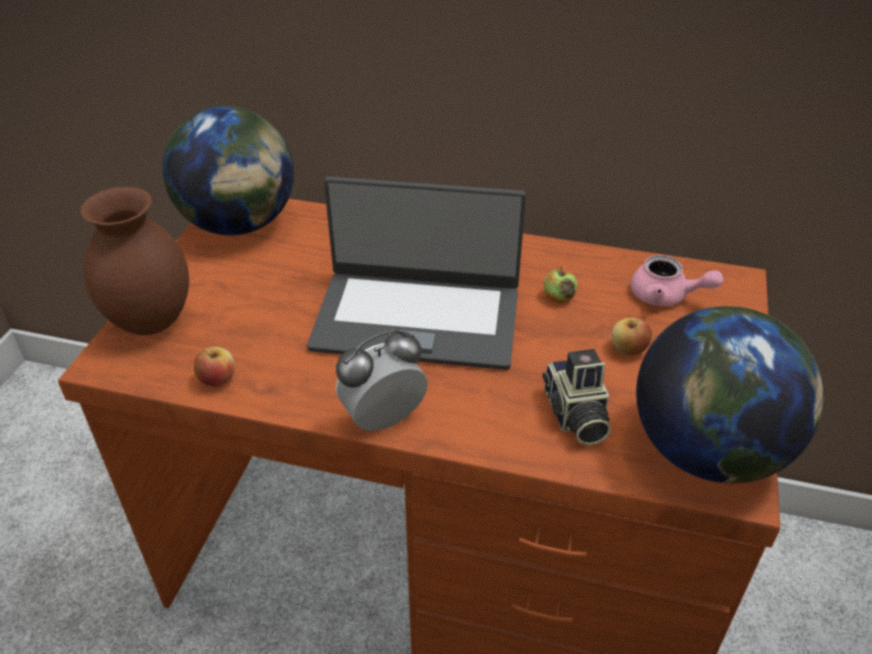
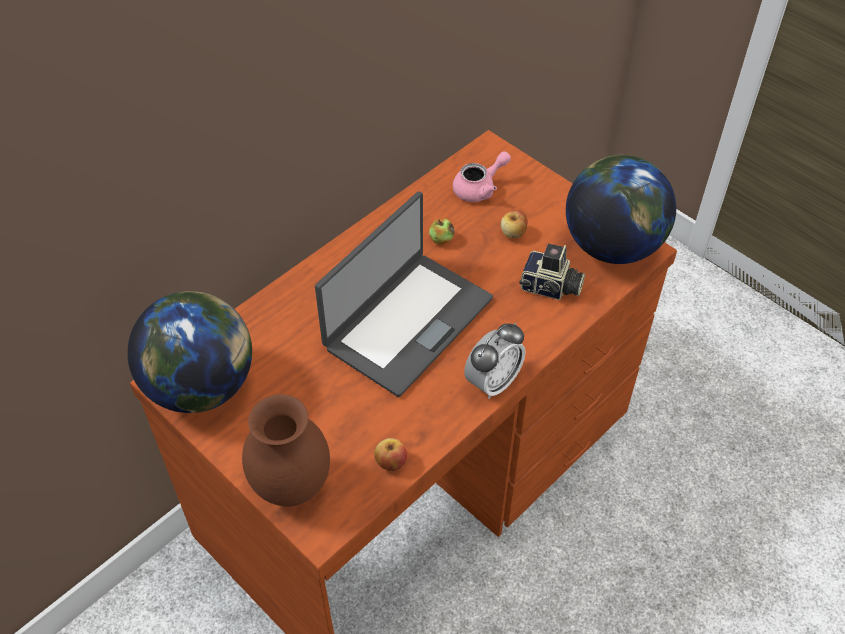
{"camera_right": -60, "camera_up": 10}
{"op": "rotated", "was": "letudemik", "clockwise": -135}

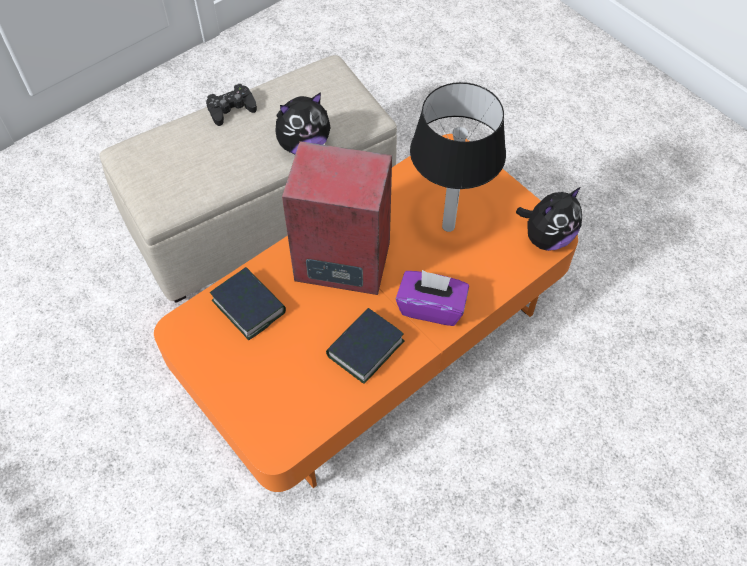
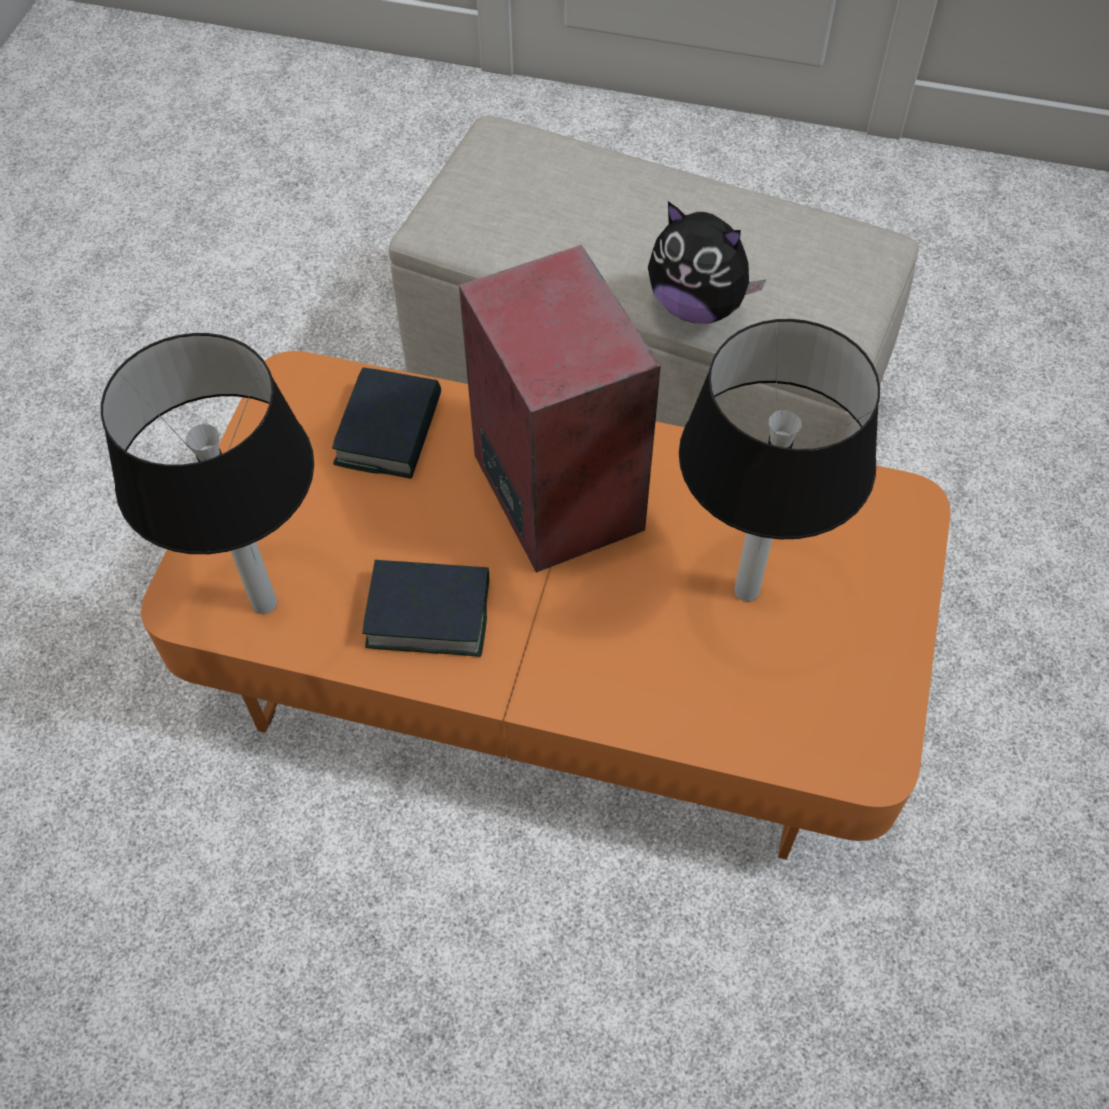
{"camera_right": 55, "camera_up": 0}
{"op": "gone", "was": "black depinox"}
{"op": "gone", "was": "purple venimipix"}
{"op": "gone", "was": "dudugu (no. 2 from left)"}
{"op": "new", "now": "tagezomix (no. 1 from left)"}

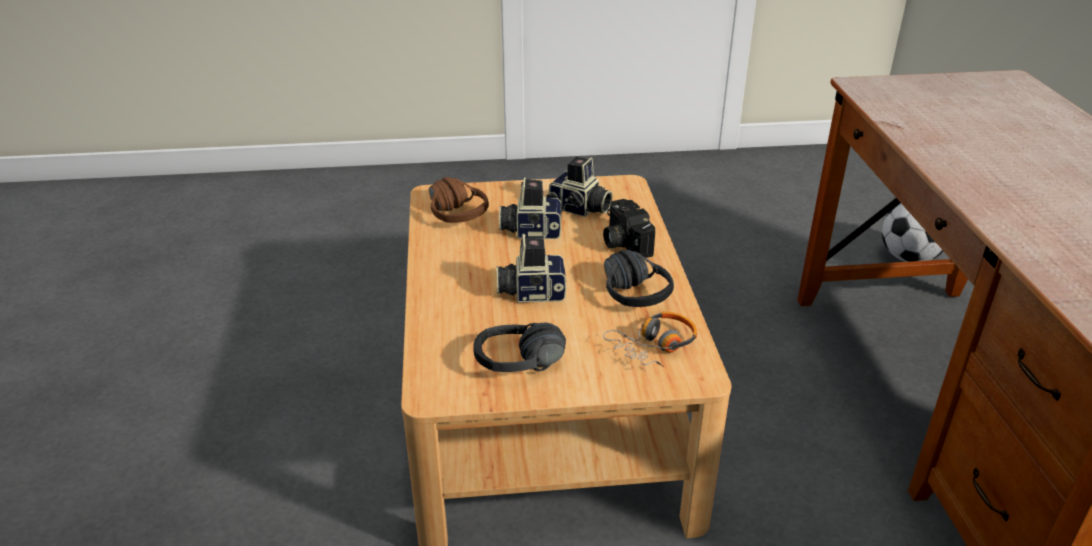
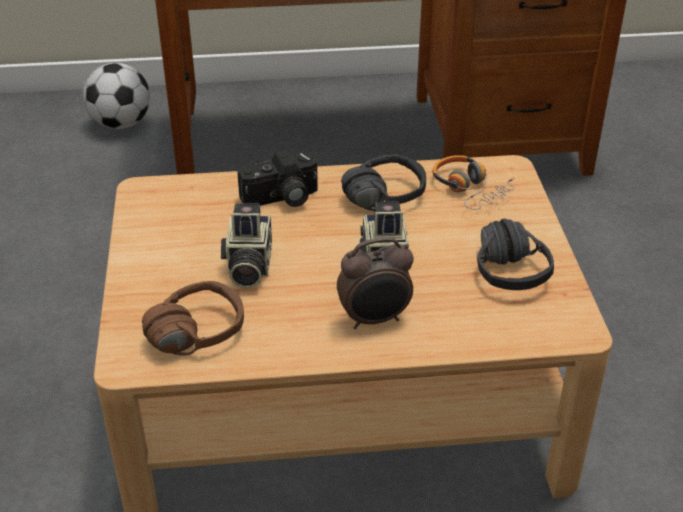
{"camera_right": -90, "camera_up": 5}
{"op": "gone", "was": "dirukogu (no. 3 from left)"}
{"op": "new", "now": "letudemik"}

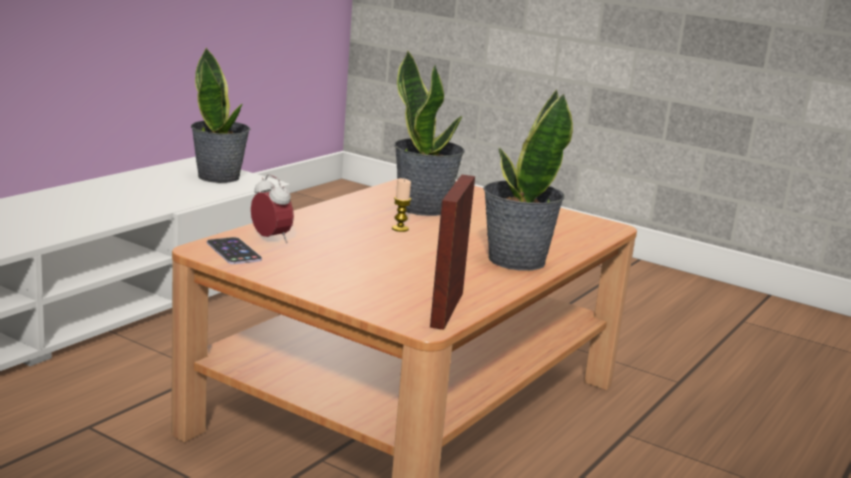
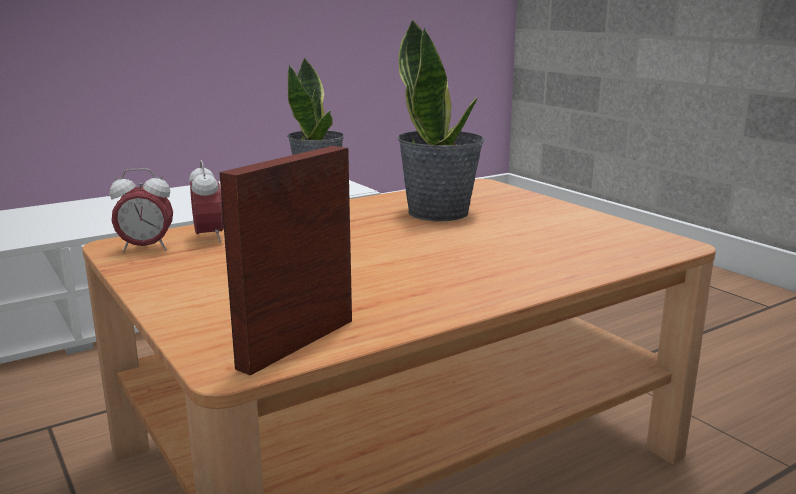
{"camera_right": 25, "camera_up": 0}
{"op": "swapped", "was": "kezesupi", "now": "letudemik (no. 1 from left)"}
{"op": "gone", "was": "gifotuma"}
{"op": "gone", "was": "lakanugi (no. 3 from left)"}

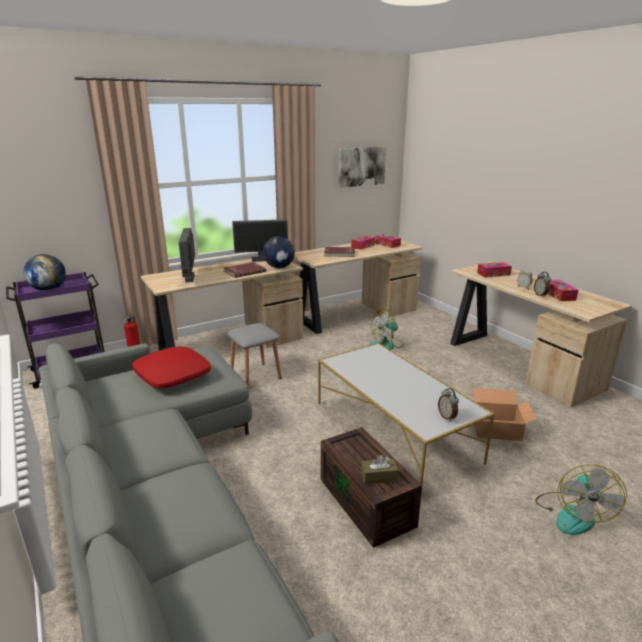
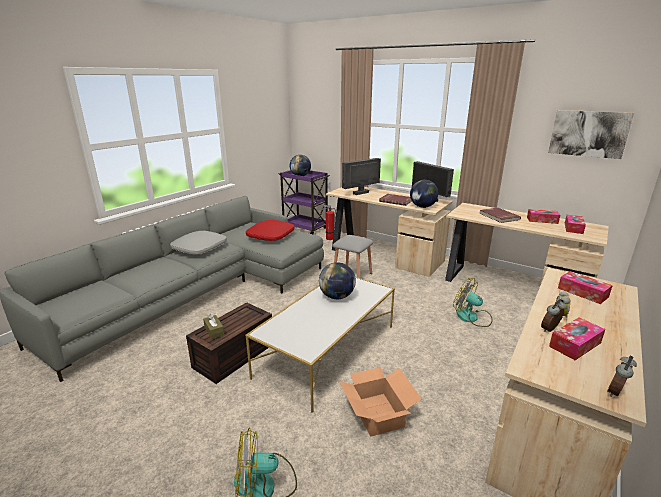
{"camera_right": 65, "camera_up": 0}
{"op": "shifted", "was": "letudemik (no. 1 from left in the first image)", "now": "letudemik (no. 3 from left)"}
{"op": "new", "now": "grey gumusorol"}
{"op": "new", "now": "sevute (no. 2 from left)"}

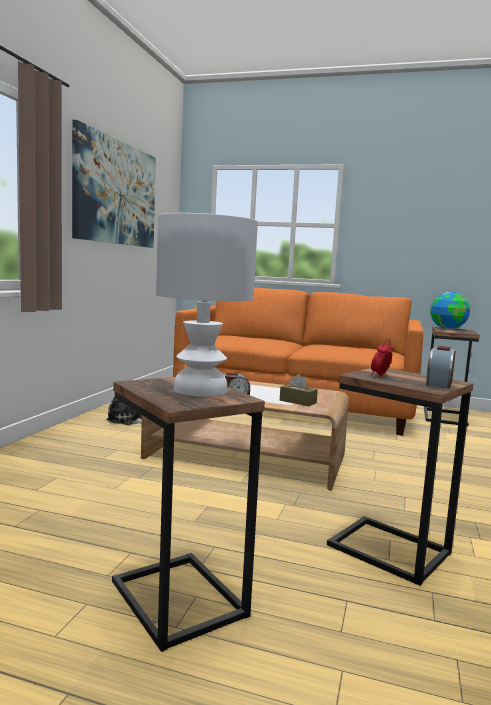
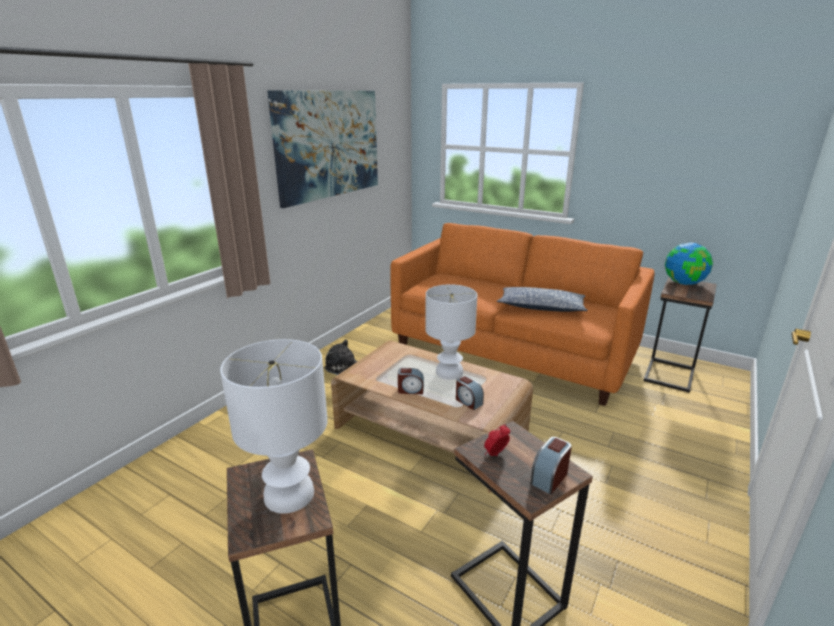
{"camera_right": 15, "camera_up": 15}
{"op": "swapped", "was": "brown venimipix", "now": "letudemik (no. 2 from left)"}
{"op": "new", "now": "white tagezomix (no. 2 from left)"}
{"op": "new", "now": "gumusorol"}

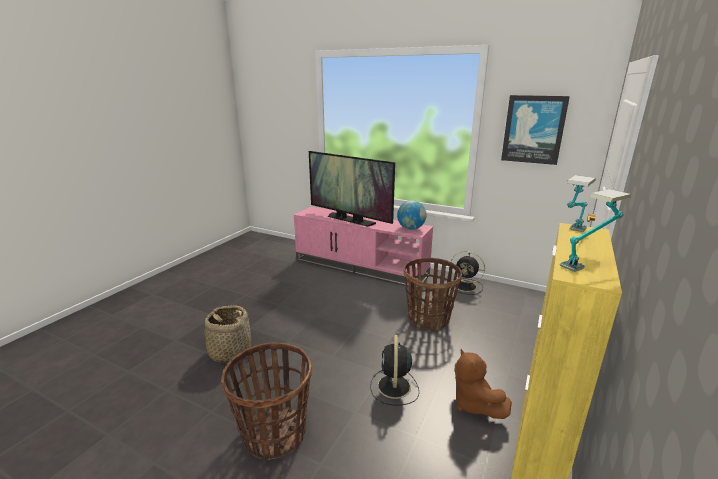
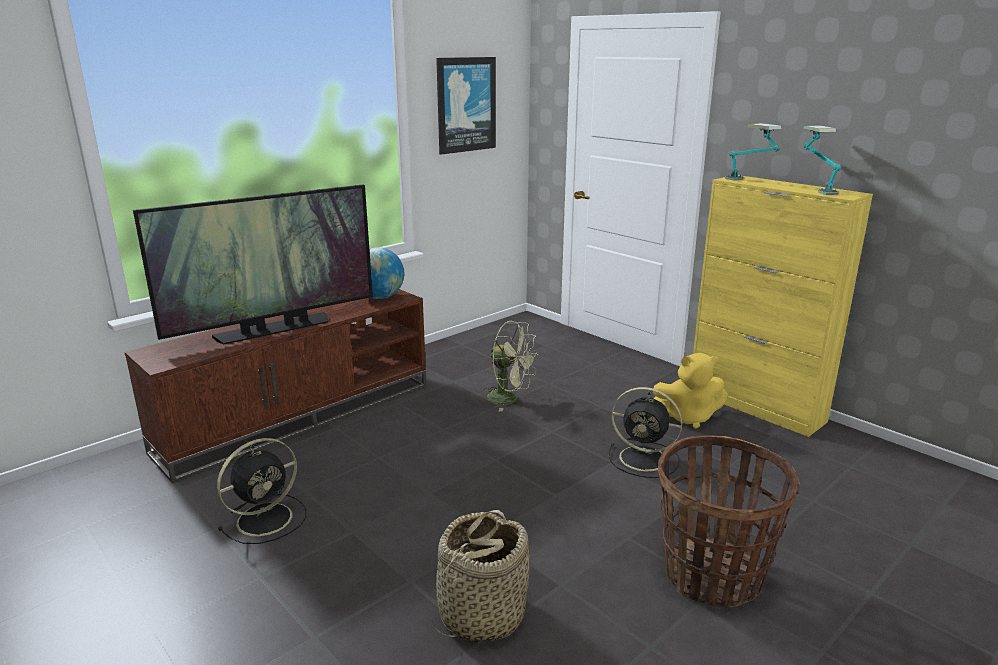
{"camera_right": -70, "camera_up": 0}
{"op": "repainted", "was": "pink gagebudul", "now": "brown gagebudul"}
{"op": "swapped", "was": "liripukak (no. 3 from left)", "now": "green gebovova"}
{"op": "shifted", "was": "black gebovova (no. 2 from left in the first image)", "now": "black gebovova (no. 1 from left)"}
{"op": "repainted", "was": "brown dudugu", "now": "yellow dudugu"}

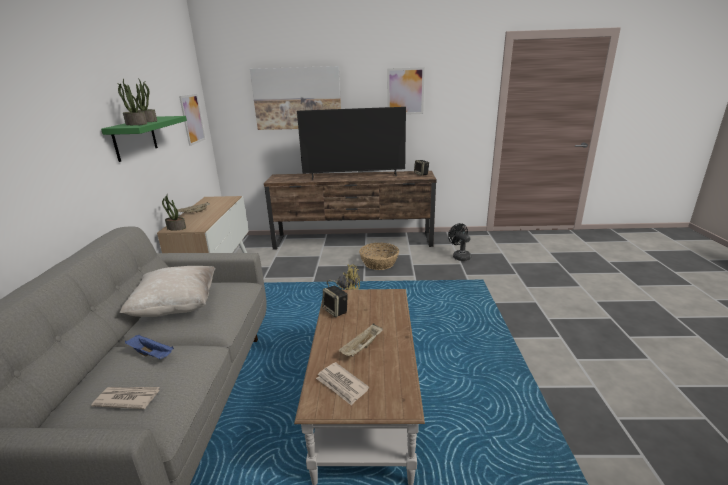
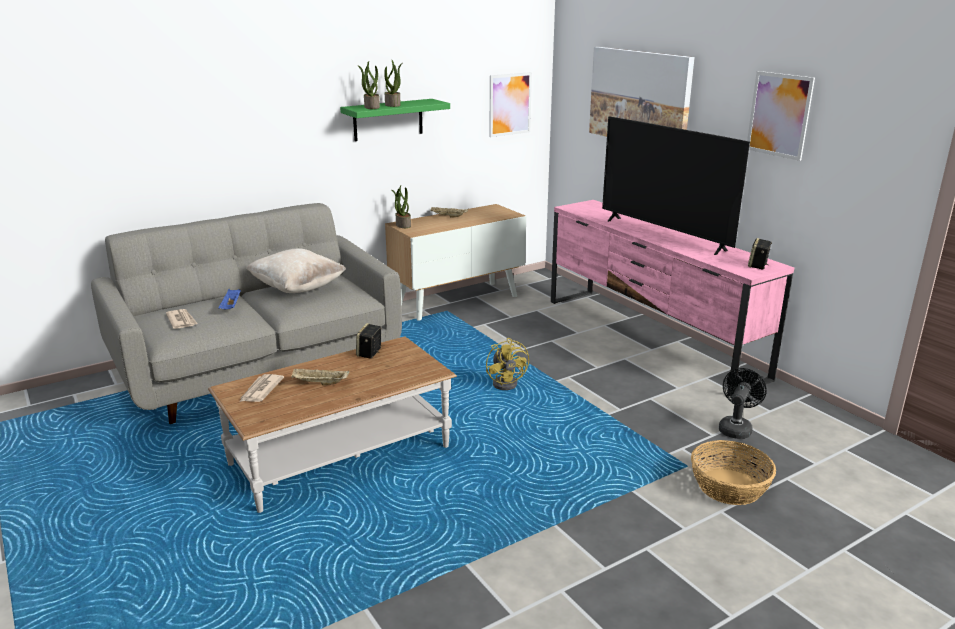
{"camera_right": 55, "camera_up": 0}
{"op": "repainted", "was": "brown gagebudul", "now": "pink gagebudul"}
{"op": "shifted", "was": "liripukak"}

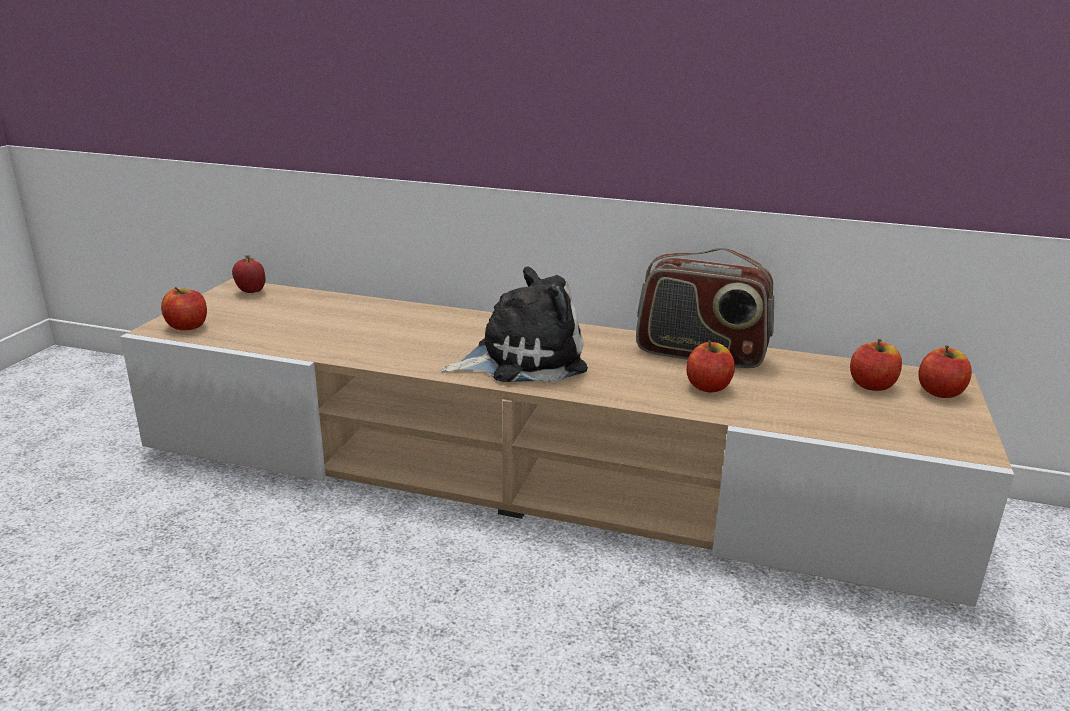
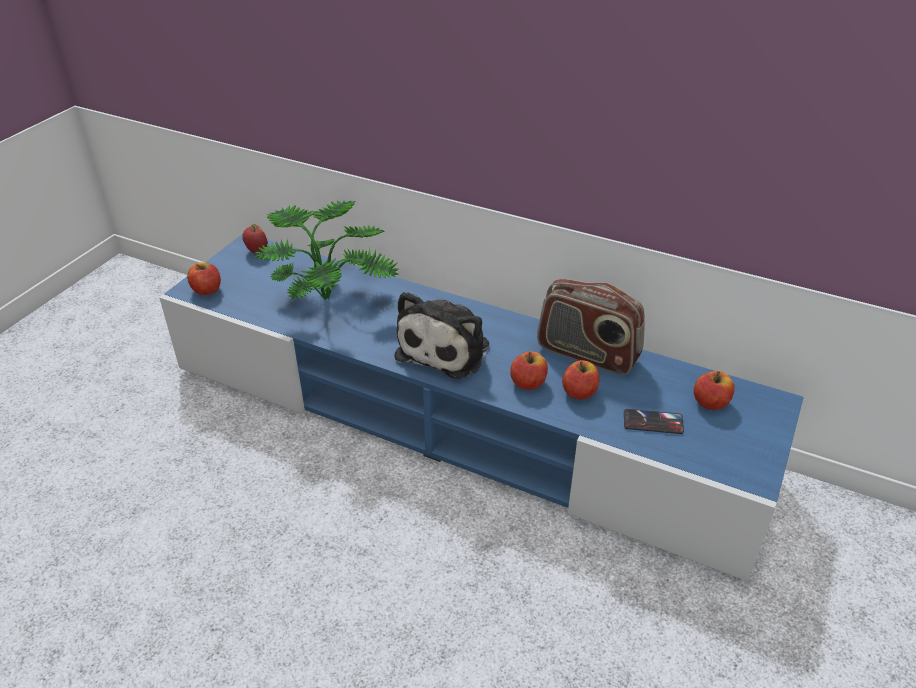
{"camera_right": 10, "camera_up": 15}
{"op": "repainted", "was": "beige gagebudul", "now": "blue gagebudul"}
{"op": "rotated", "was": "dudugu", "clockwise": 120}
{"op": "shifted", "was": "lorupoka (no. 5 from left in the first image)", "now": "lorupoka (no. 3 from left)"}
{"op": "new", "now": "lakanugi"}
{"op": "new", "now": "kezesupi"}

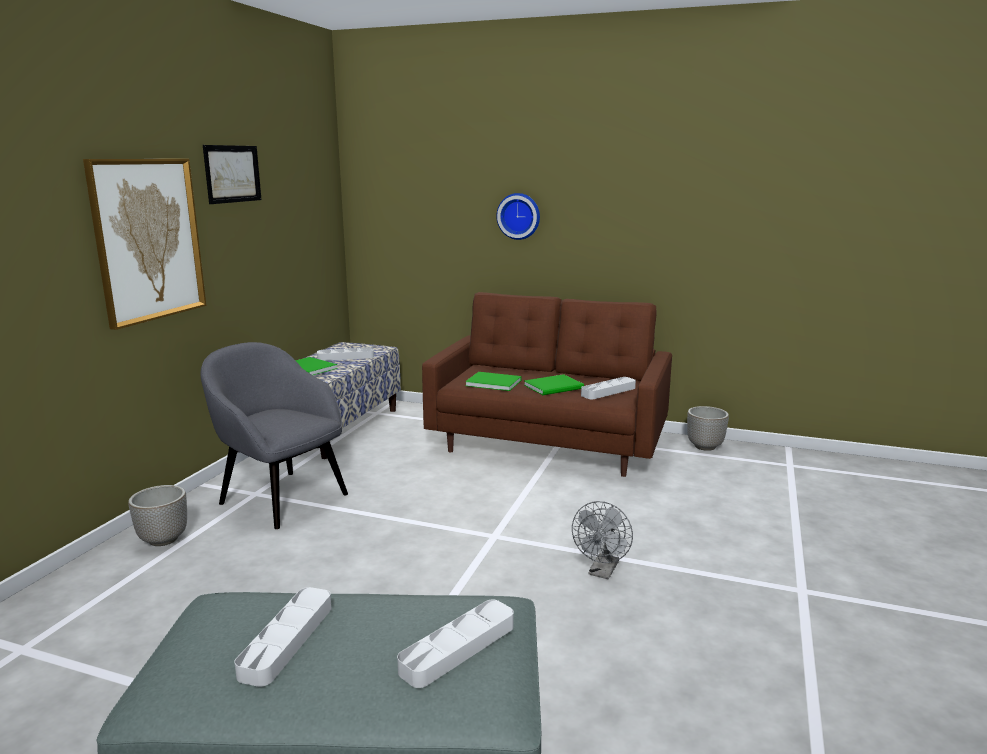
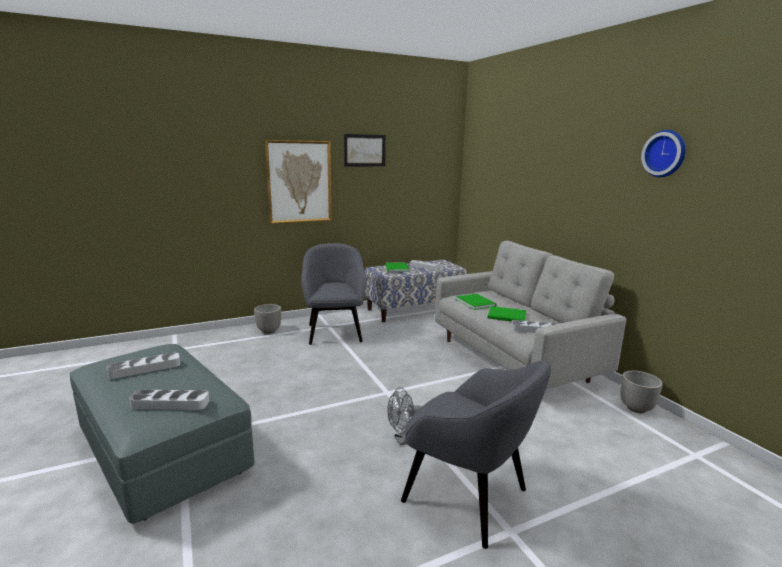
{"camera_right": 45, "camera_up": 0}
{"op": "repainted", "was": "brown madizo", "now": "grey madizo"}
{"op": "shifted", "was": "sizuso"}
{"op": "new", "now": "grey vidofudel (no. 2 from left)"}

